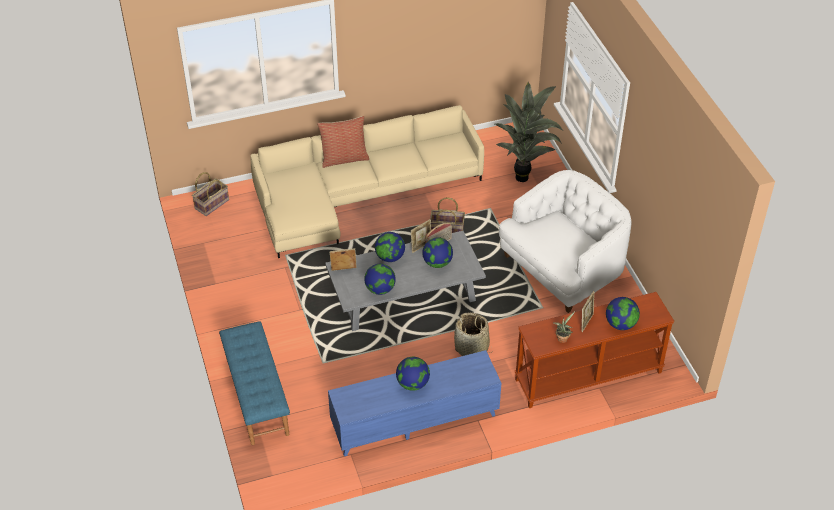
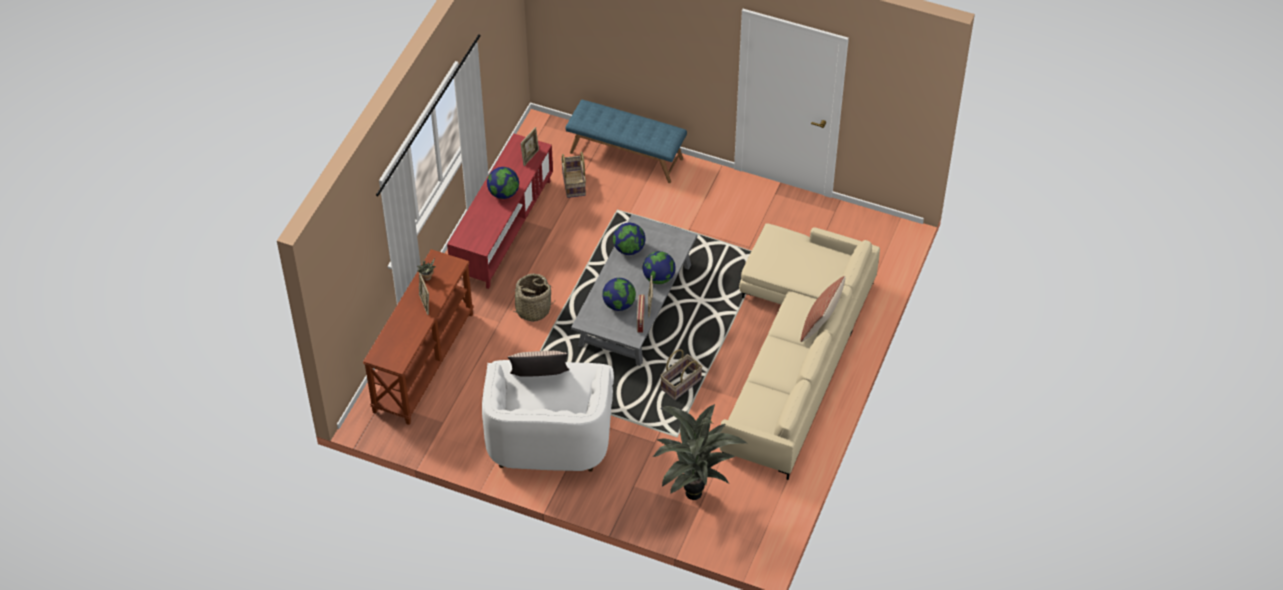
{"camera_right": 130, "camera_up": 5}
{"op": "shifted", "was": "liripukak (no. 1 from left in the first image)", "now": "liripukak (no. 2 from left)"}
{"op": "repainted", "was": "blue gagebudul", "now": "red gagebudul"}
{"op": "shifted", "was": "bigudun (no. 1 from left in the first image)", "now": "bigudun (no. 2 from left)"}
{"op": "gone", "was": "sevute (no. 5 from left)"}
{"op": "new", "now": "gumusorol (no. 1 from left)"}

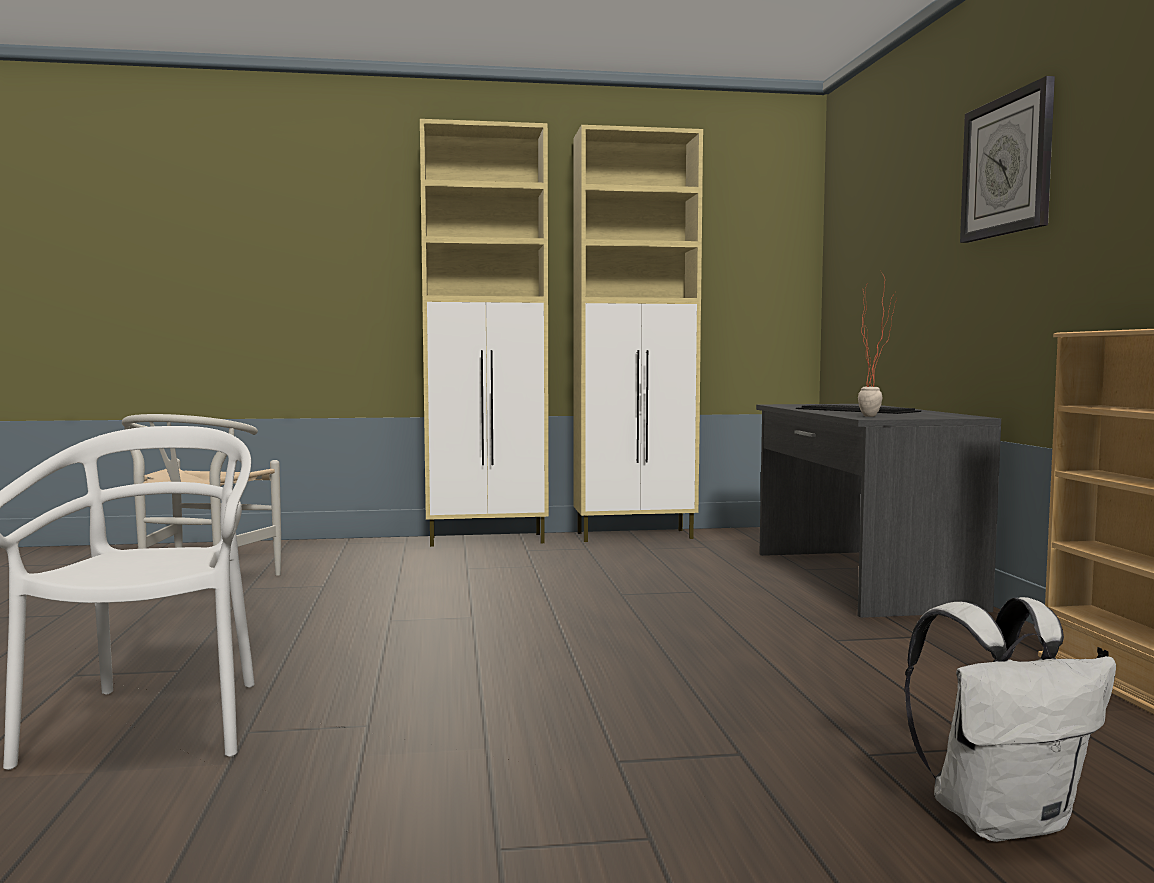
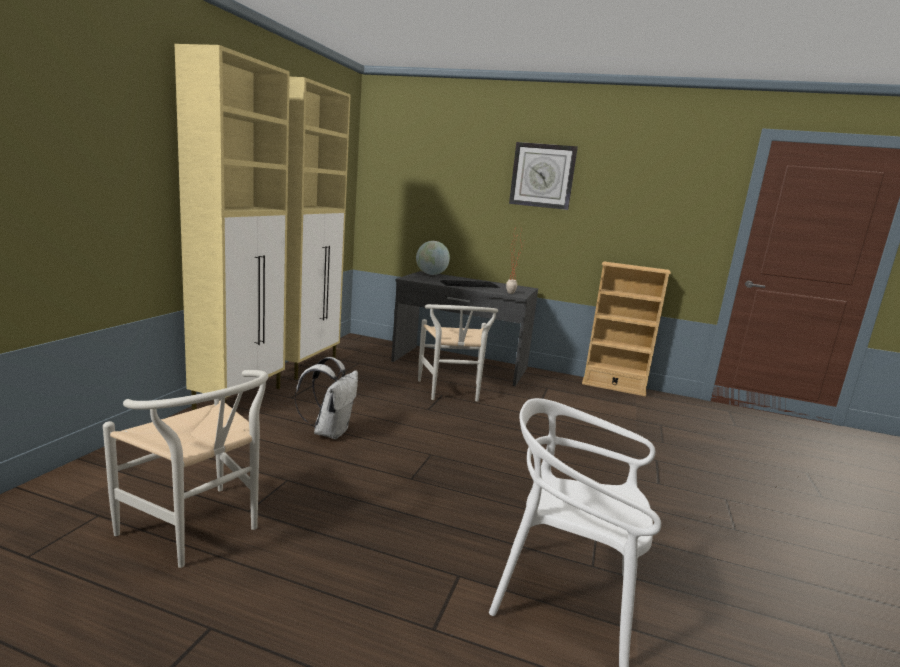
{"camera_right": -65, "camera_up": 10}
{"op": "shifted", "was": "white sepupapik"}
{"op": "new", "now": "sevute"}
{"op": "new", "now": "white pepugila (no. 2 from left)"}

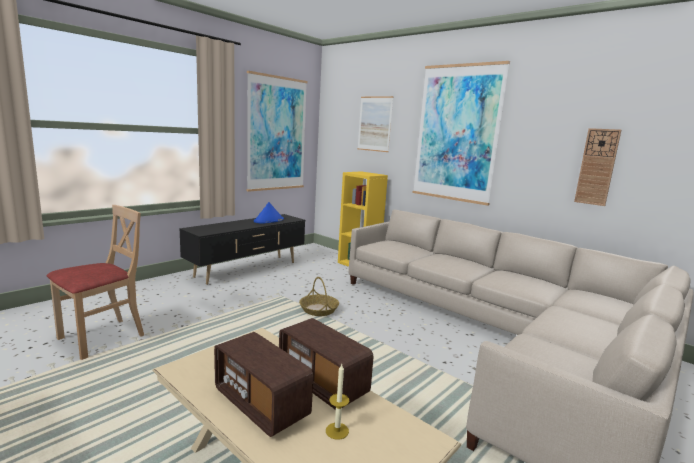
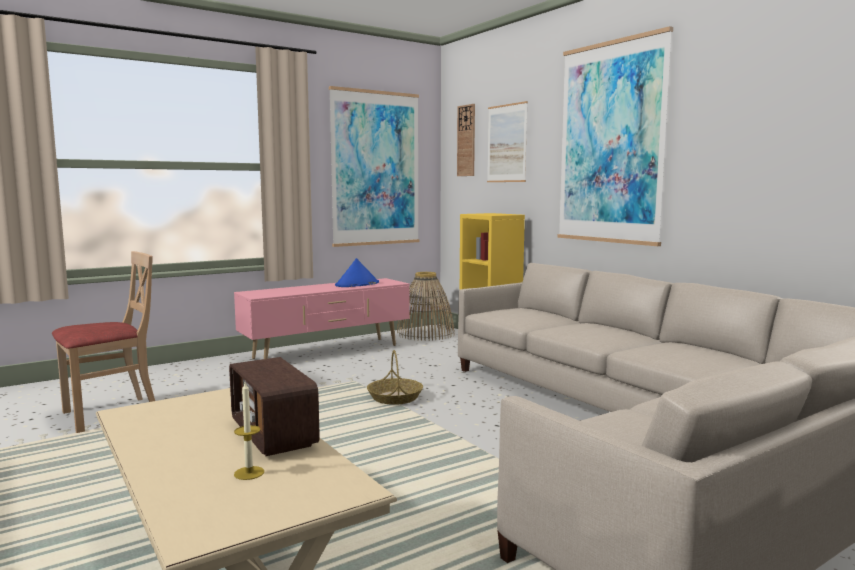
{"camera_right": 15, "camera_up": -5}
{"op": "repainted", "was": "black gagebudul", "now": "pink gagebudul"}
{"op": "gone", "was": "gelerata (no. 1 from left)"}
{"op": "shifted", "was": "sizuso"}
{"op": "new", "now": "liripukak (no. 2 from left)"}

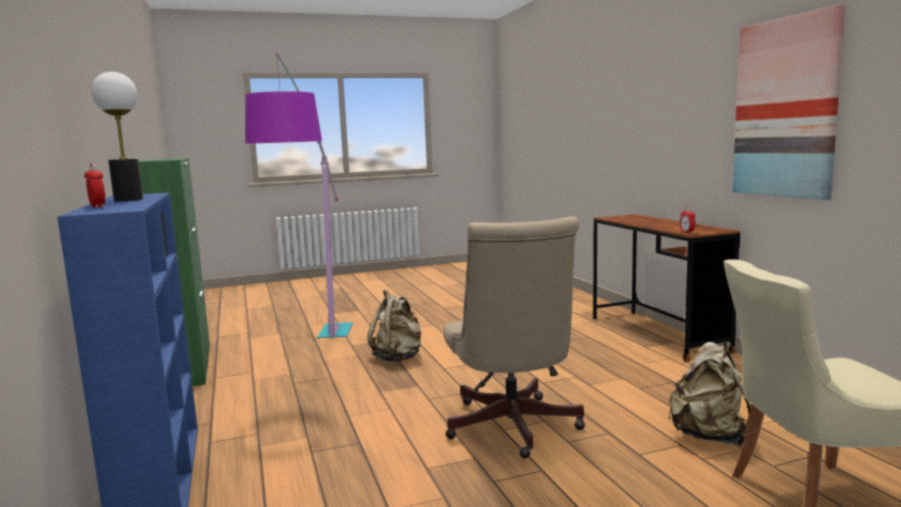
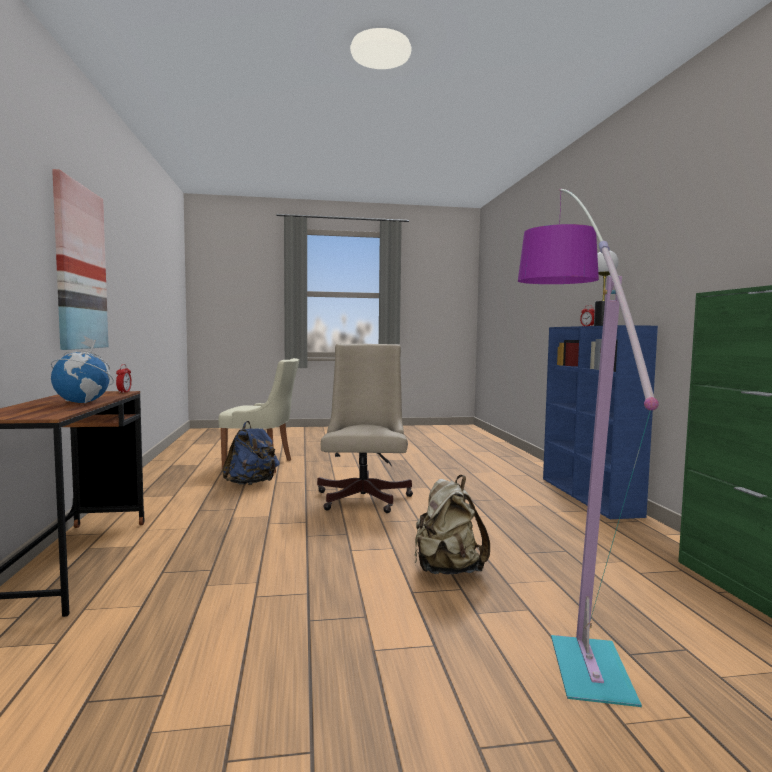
{"camera_right": -170, "camera_up": -5}
{"op": "repainted", "was": "beige sepupapik (no. 2 from left)", "now": "blue sepupapik"}
{"op": "new", "now": "sevute"}

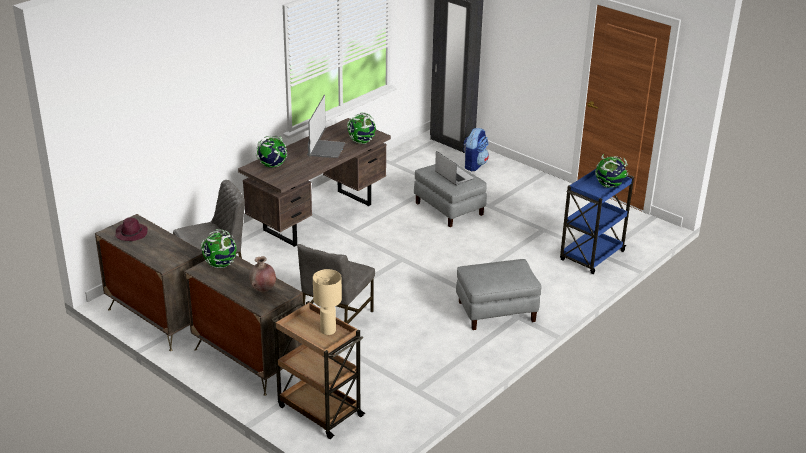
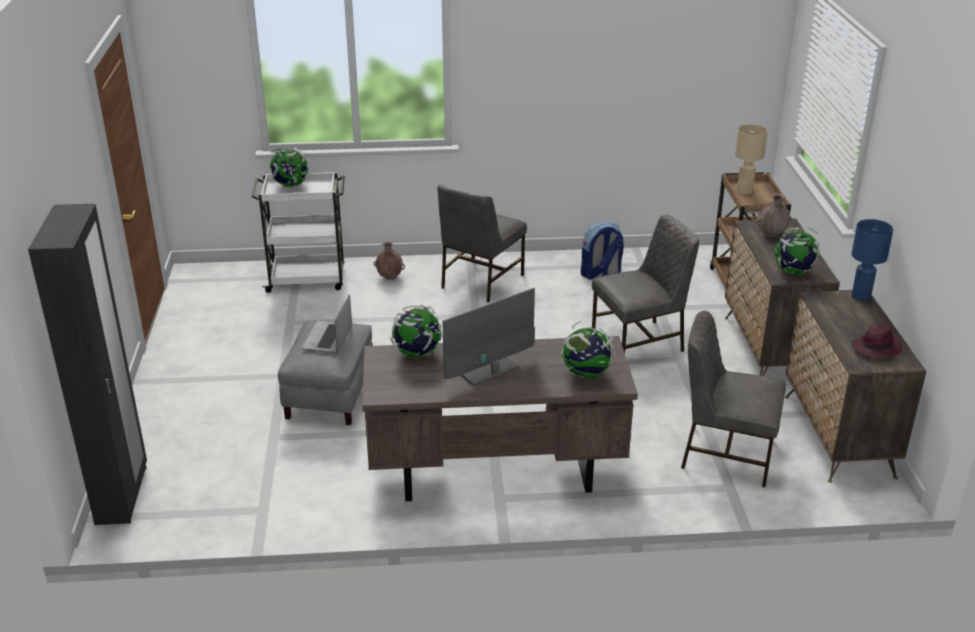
{"camera_right": -135, "camera_up": 0}
{"op": "swapped", "was": "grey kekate (no. 2 from left)", "now": "grey pepugila (no. 1 from left)"}
{"op": "shifted", "was": "sepupapik"}
{"op": "repainted", "was": "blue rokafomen", "now": "white rokafomen"}
{"op": "new", "now": "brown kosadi (no. 1 from left)"}
{"op": "new", "now": "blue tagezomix"}

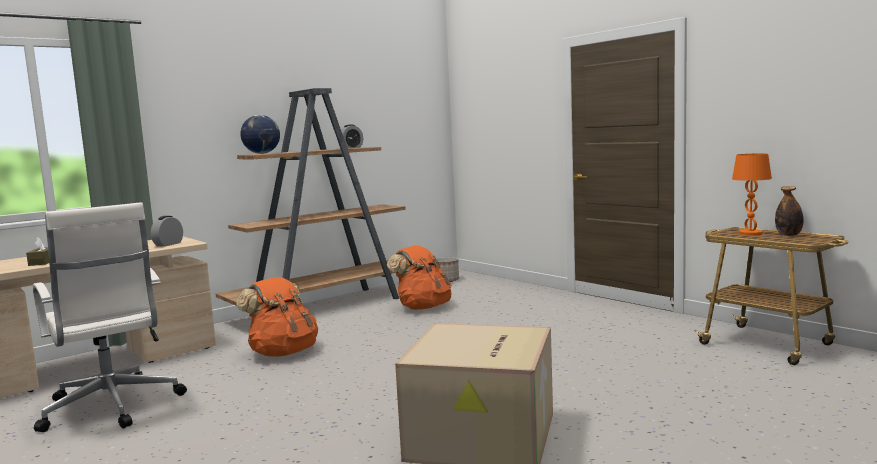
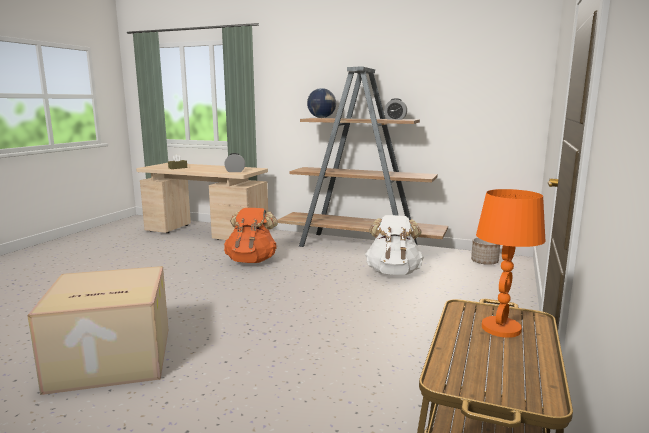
{"camera_right": 60, "camera_up": 5}
{"op": "gone", "was": "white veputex"}
{"op": "repainted", "was": "orange sepupapik (no. 2 from left)", "now": "white sepupapik"}
{"op": "gone", "was": "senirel"}

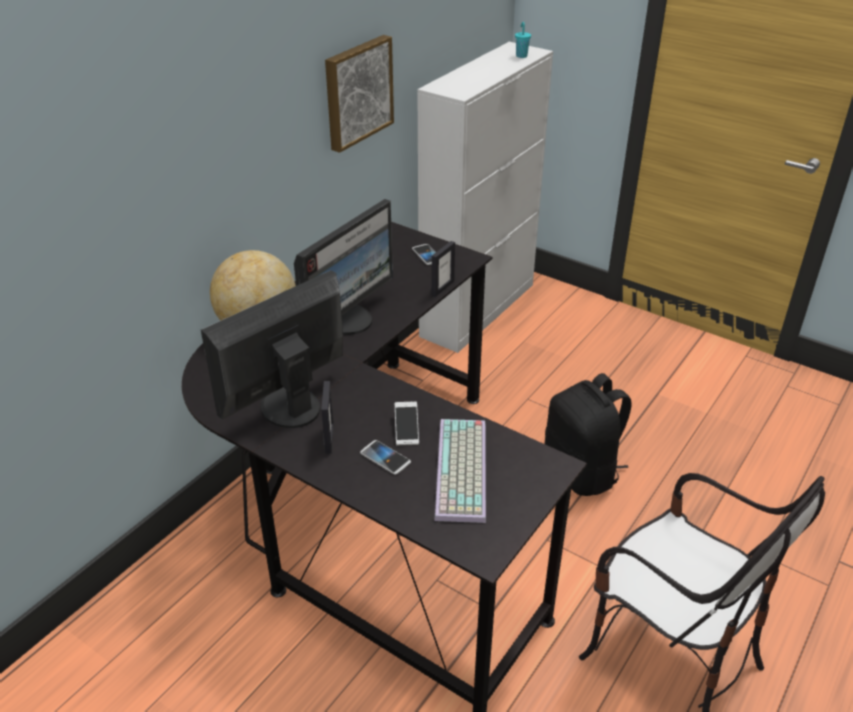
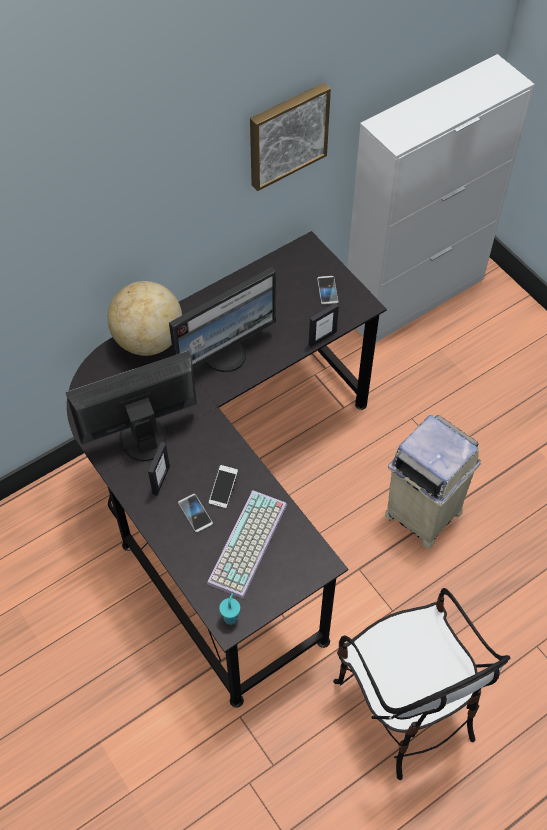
{"camera_right": 20, "camera_up": 20}
{"op": "shifted", "was": "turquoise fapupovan"}
{"op": "swapped", "was": "black sepupapik", "now": "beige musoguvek"}

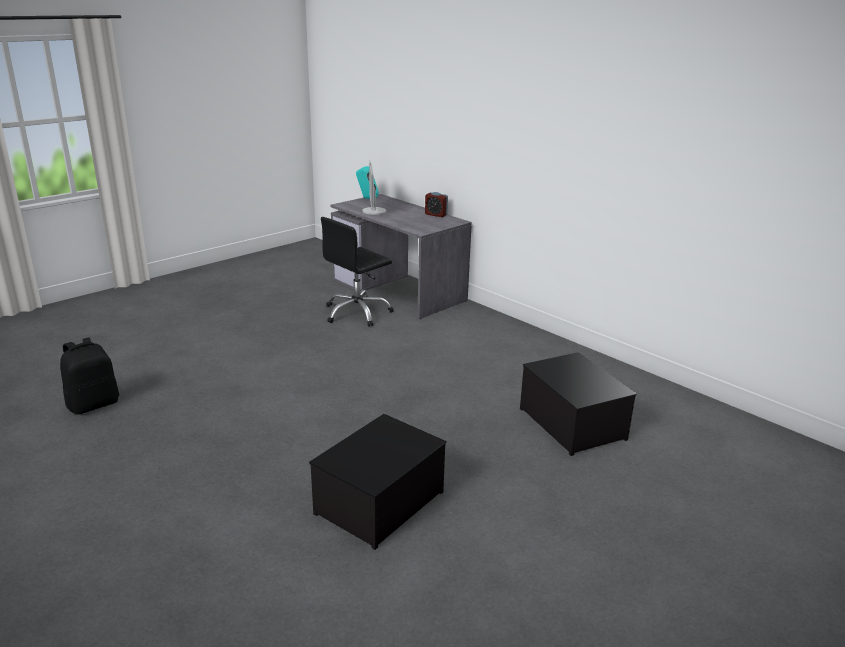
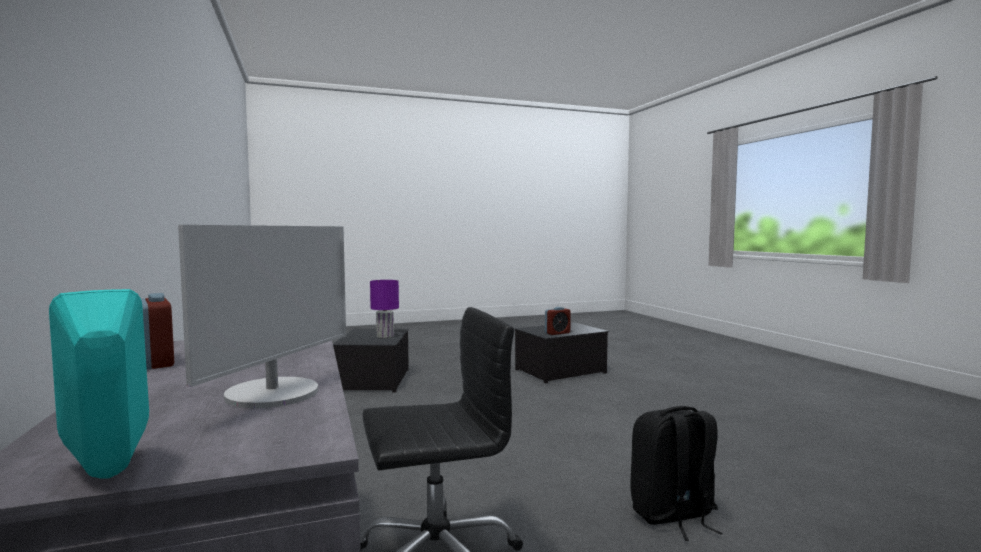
{"camera_right": -155, "camera_up": -20}
{"op": "shifted", "was": "black sepupapik"}
{"op": "new", "now": "purple tagezomix"}
{"op": "new", "now": "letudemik (no. 2 from left)"}

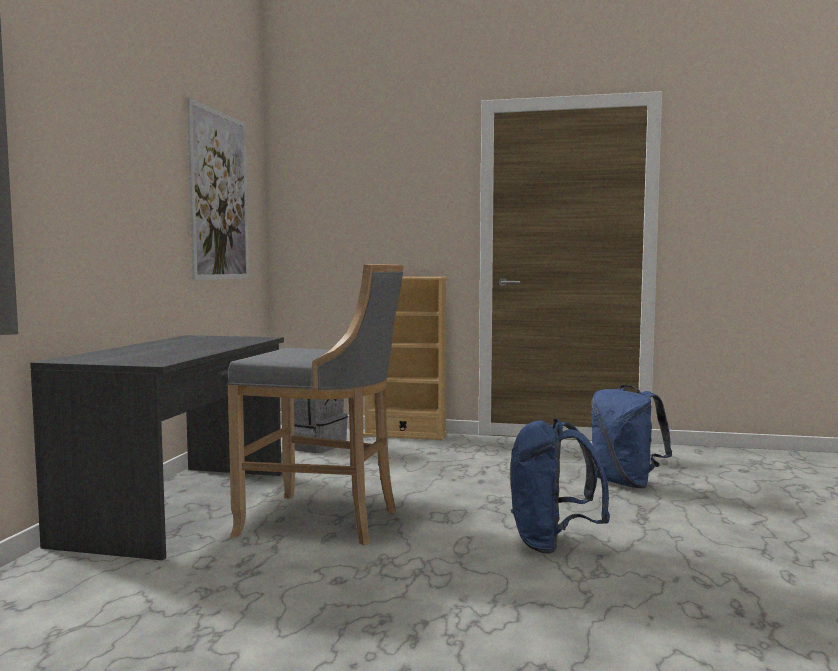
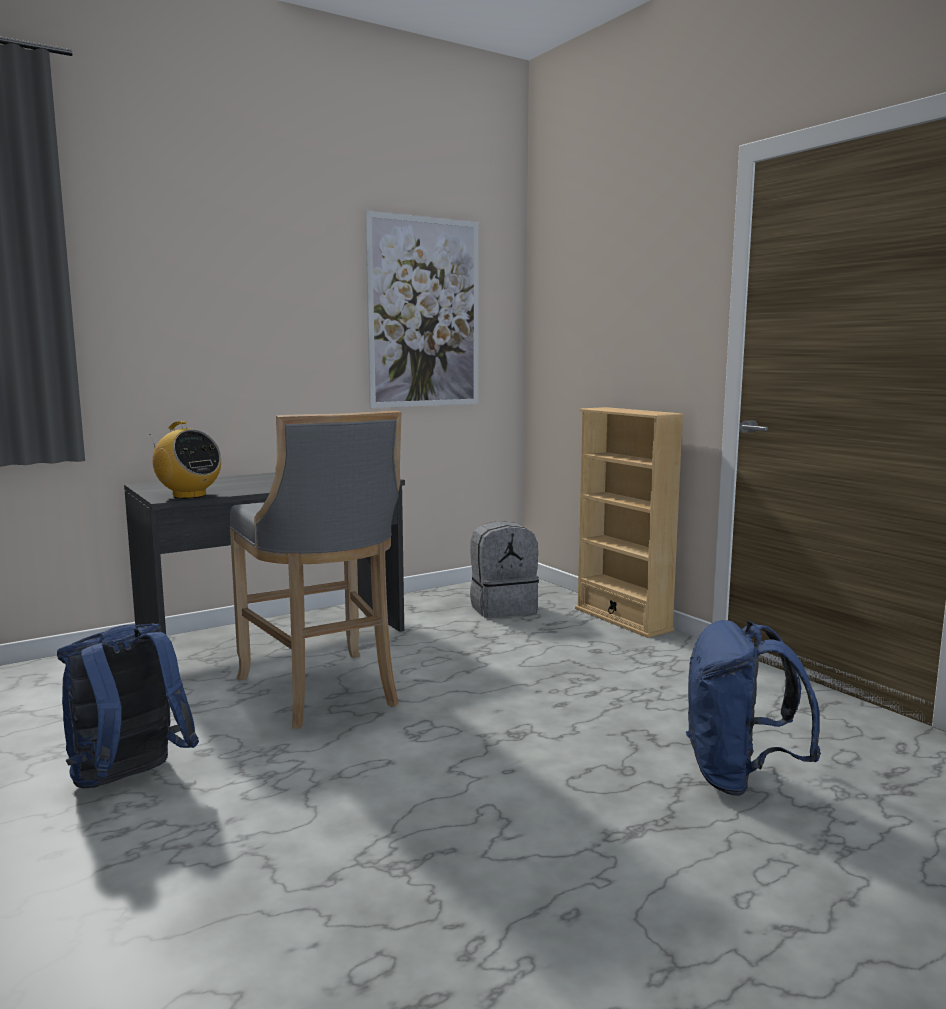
{"camera_right": 45, "camera_up": 5}
{"op": "shifted", "was": "blue sepupapik (no. 1 from left)"}
{"op": "new", "now": "gelerata"}

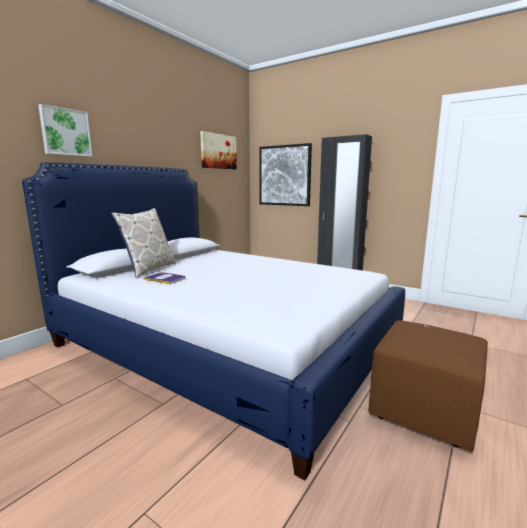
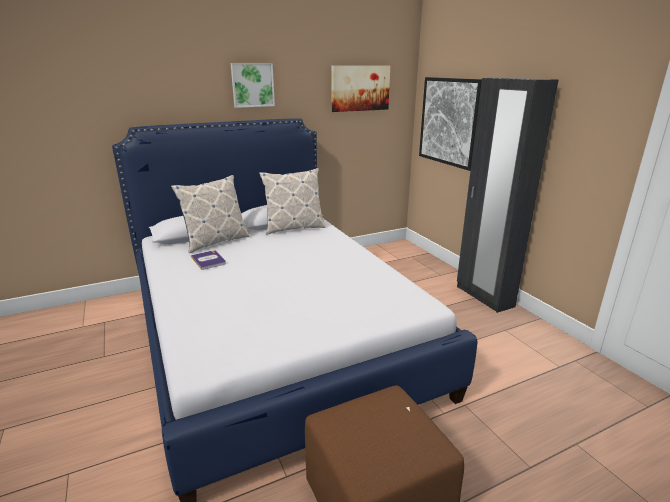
{"camera_right": 30, "camera_up": 10}
{"op": "shifted", "was": "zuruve (no. 1 from left)"}
{"op": "new", "now": "gumusorol (no. 2 from left)"}

